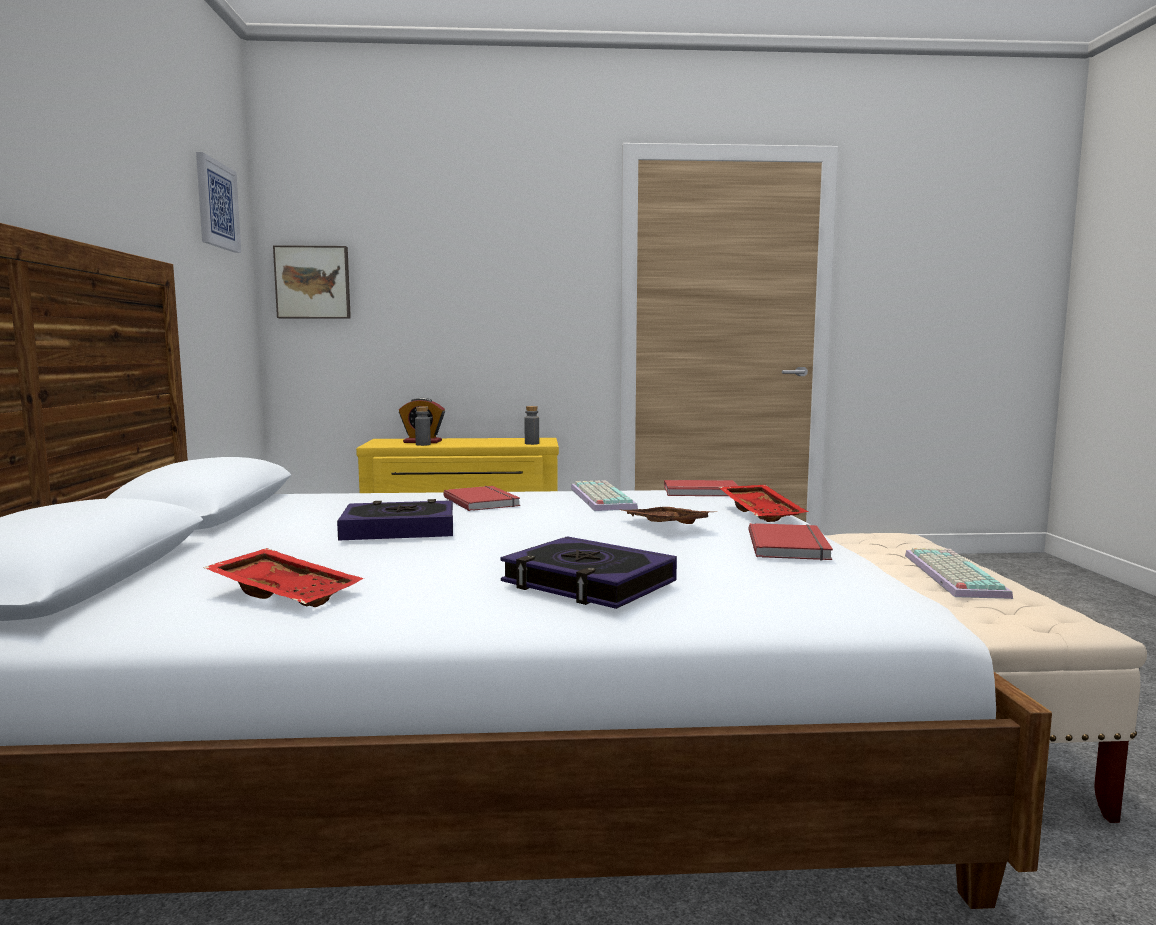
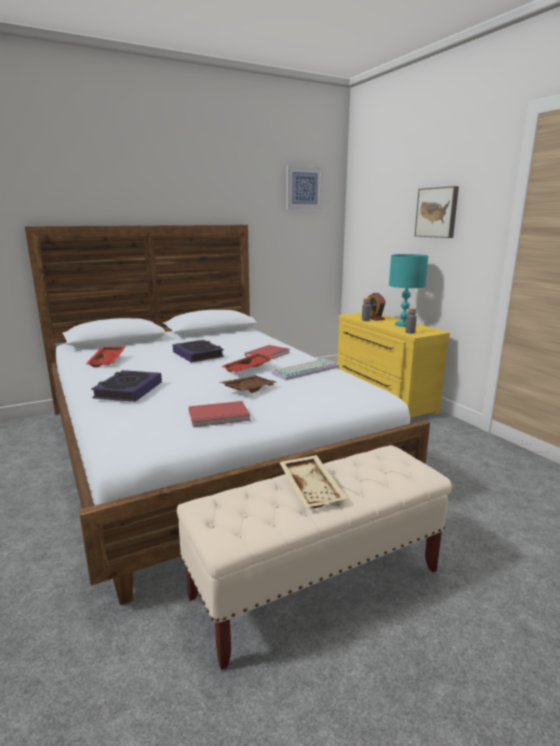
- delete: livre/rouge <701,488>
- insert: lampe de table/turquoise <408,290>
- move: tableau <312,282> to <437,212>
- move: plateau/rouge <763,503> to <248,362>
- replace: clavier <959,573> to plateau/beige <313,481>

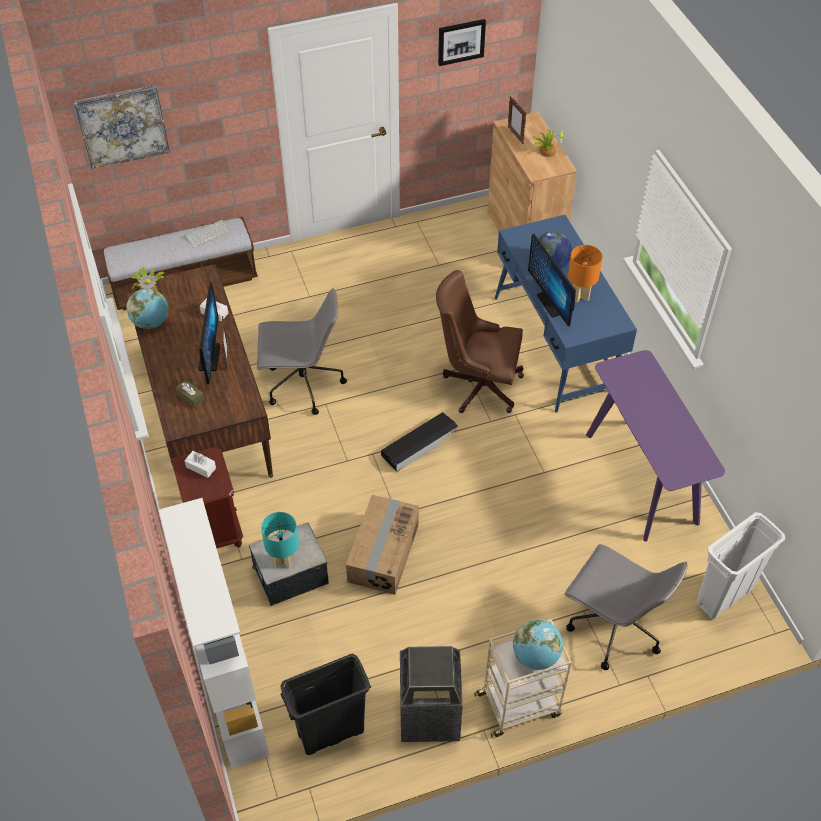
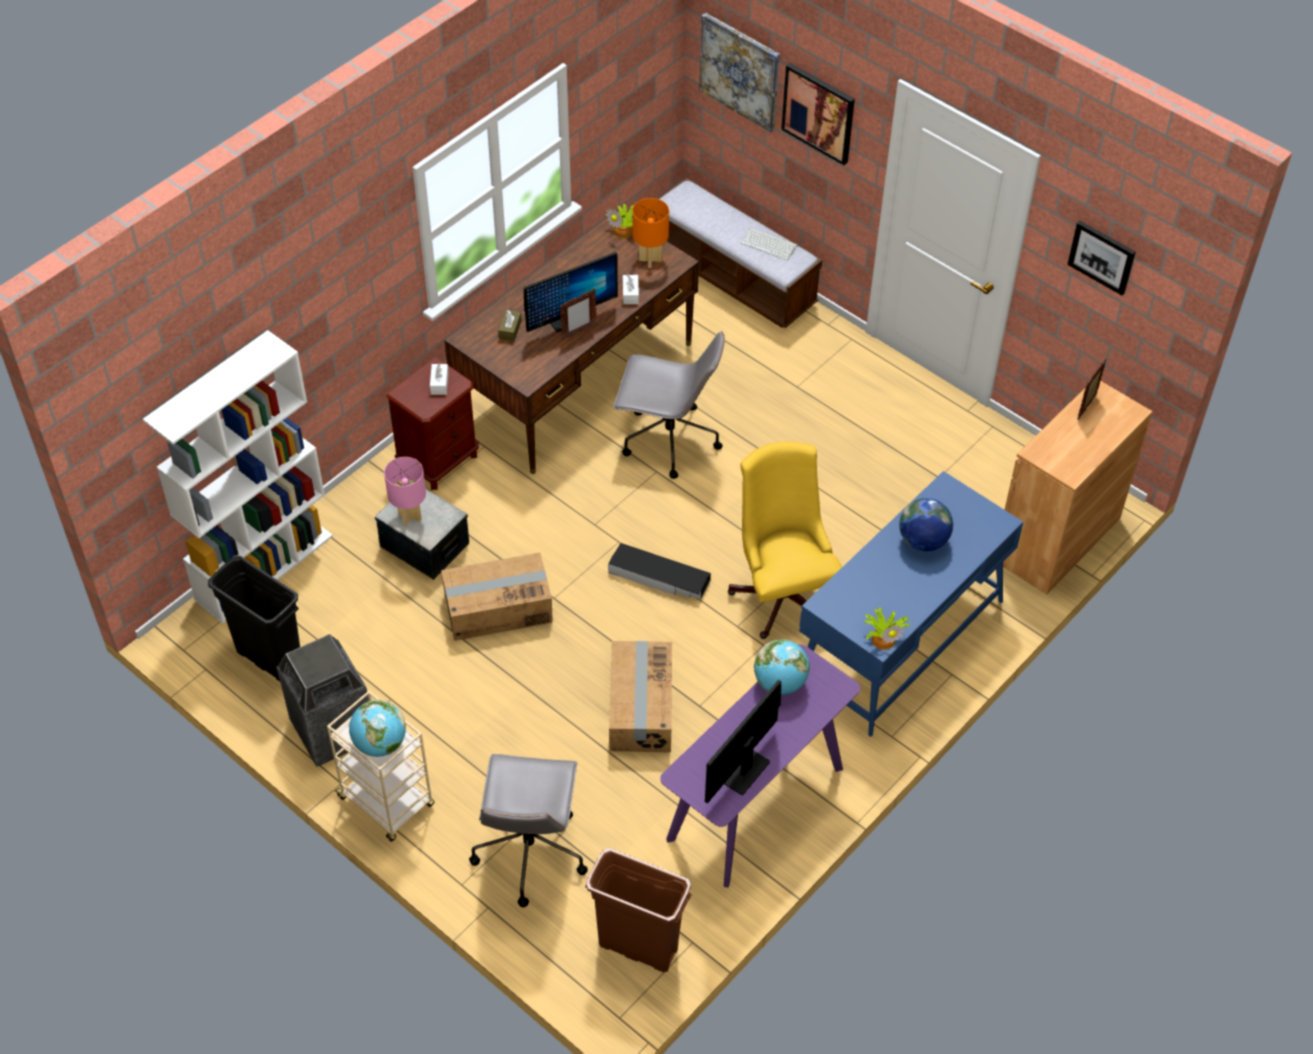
- insert: carton <640,697>
- insert: tableau <818,114>
- move: globe <147,308> to <782,667>
- move: écran d'ordinateur <552,280> to <743,742>
- move: plante en pot <548,143> to <887,628>
- move: lampe de table/orange <585,274> to <650,233>
- recolor: lampe de table/turquoise <280,540> to lampe de table/rose <405,491>
- recolor: chaise de bureau/marron <480,341> to chaise de bureau/jaune <785,540>
- recolor: poubelle/blanc <741,565> to poubelle/marron <638,910>
- rotate: chaise de bureau/gris <302,351> = <669,405> 45 degrees counterclockwise

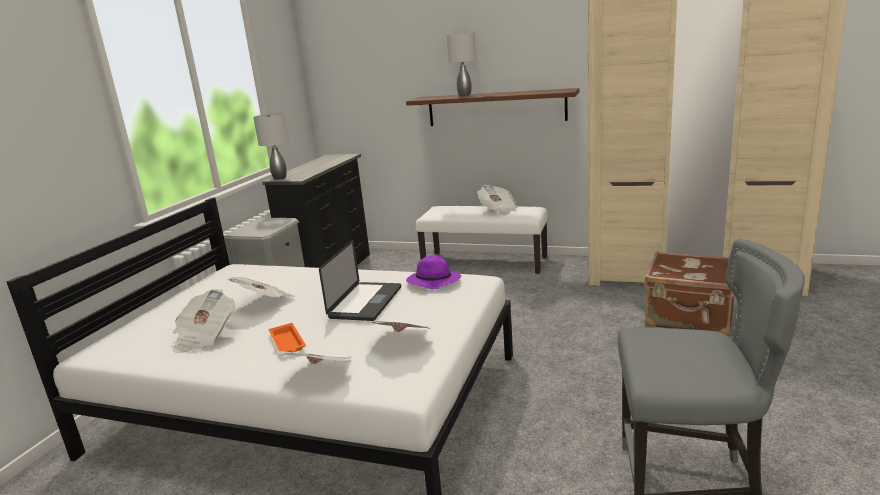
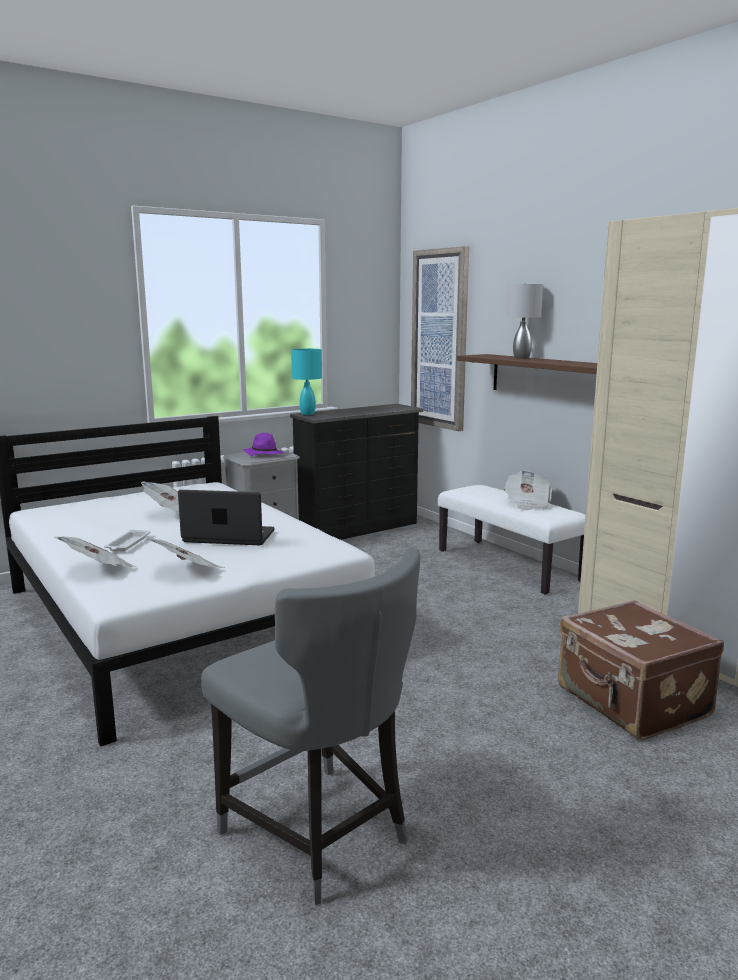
- delete: journal <204,321>
- insert: tableau <440,338>
- move: chapeau/violet <433,272> to <264,444>
- recolor: lampe de table/gris <271,146> to lampe de table/turquoise <306,381>
- recolor: plateau/orange <287,337> to plateau/blanc <127,540>
- rotate: ordinateur portable <360,280> = <226,517> 135 degrees counterclockwise

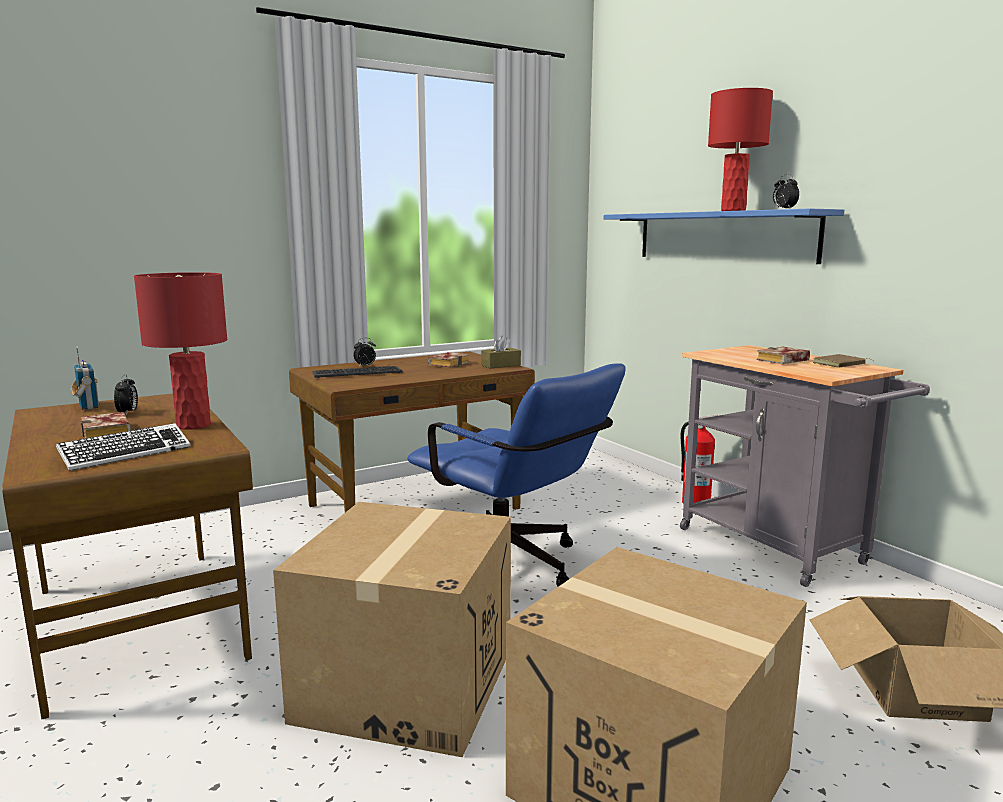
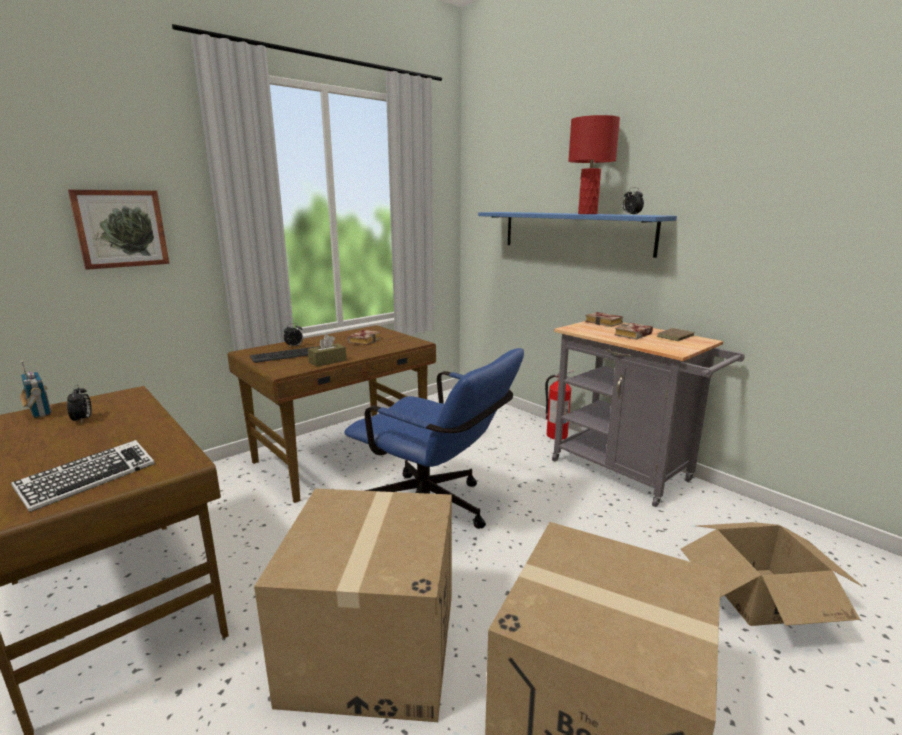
- delete: lampe de table/rouge <181,351>
- insert: tableau <118,230>
- move: livre <106,425> to <604,319>
- move: boîte à mouchoirs/marron <501,352> to <327,350>

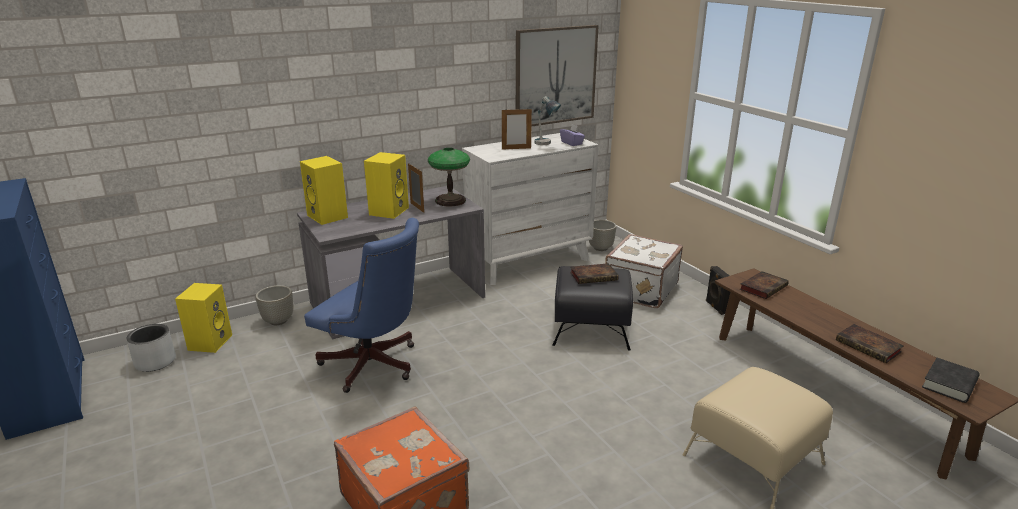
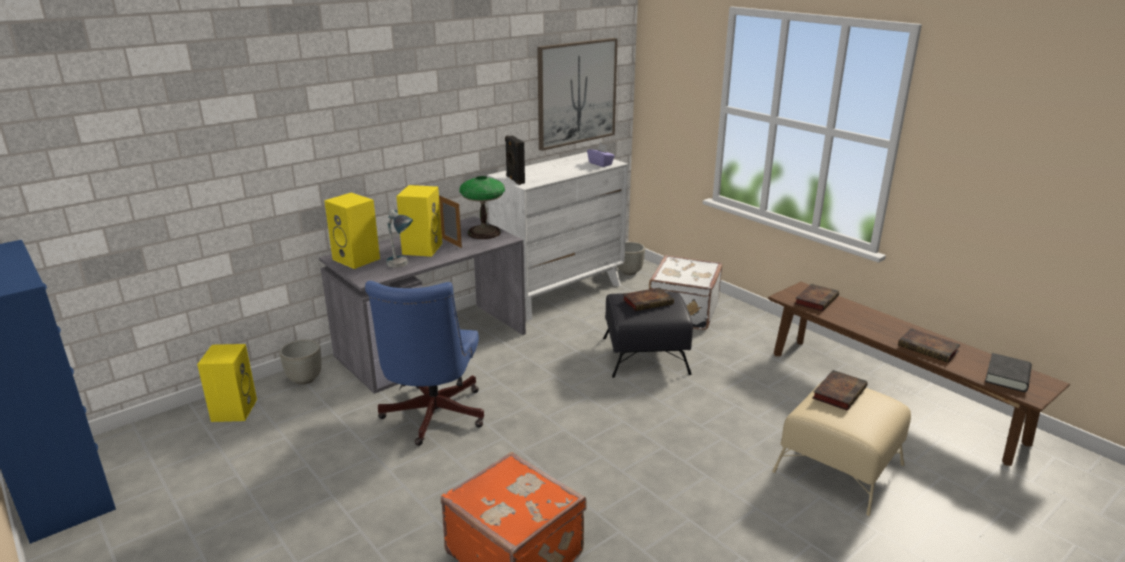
- delete: cache-pot/gris <151,348>
- delete: cadre photo <517,129>
- insert: livre <840,390>
- move: lampe de table <548,120> to <399,238>
- move: enceinte/noir <718,290> to <515,160>
- rotate: chaise de bureau/bleu <361,305> = <424,363> 75 degrees clockwise

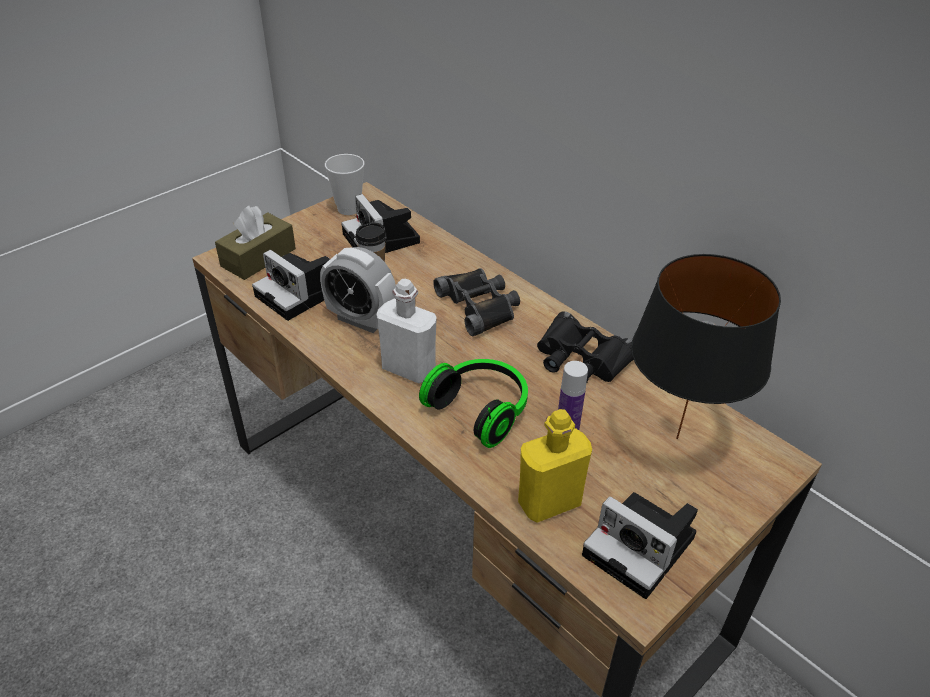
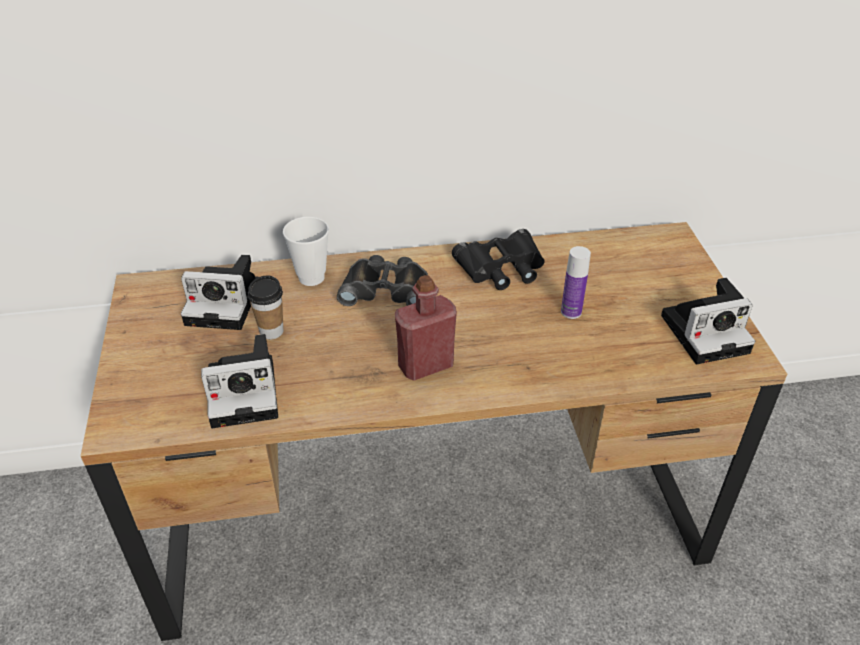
- delete: boîte à mouchoirs/marron <255,243>
- delete: réveil <358,290>
- delete: casque audio <473,403>
- delete: bouteille/jaune <555,466>
- delete: lampe de table/noir <706,346>
- move: tasse <345,184> to <306,251>
- recolor: bouteille/blanc <407,331> to bouteille/rouge <426,328>

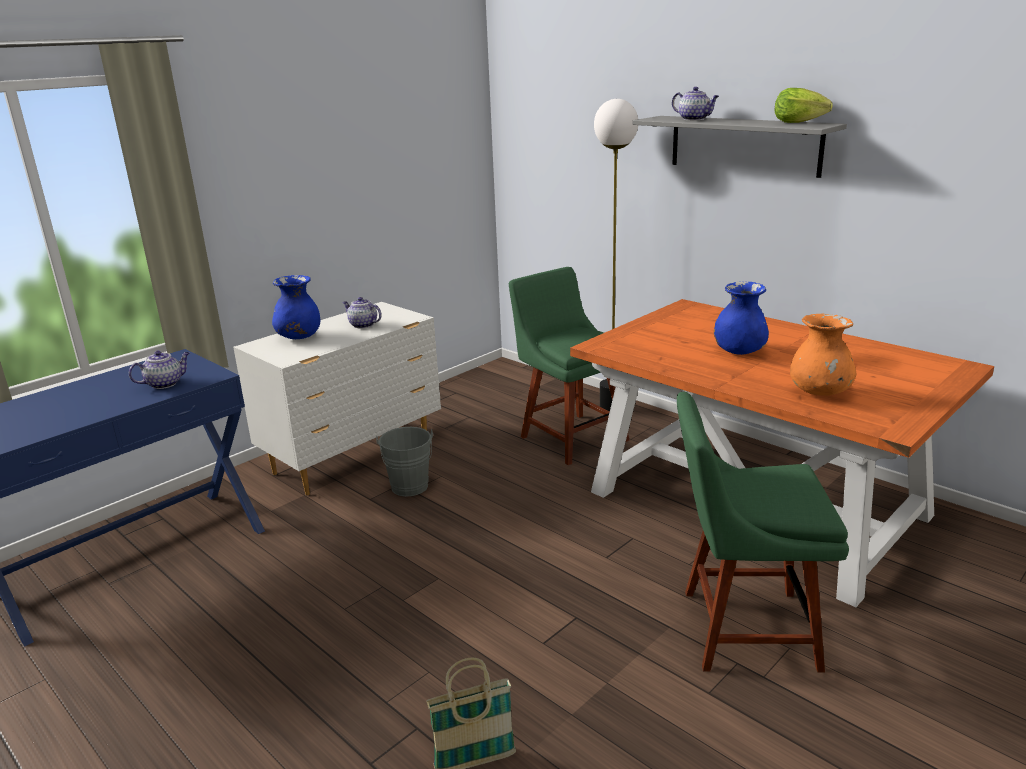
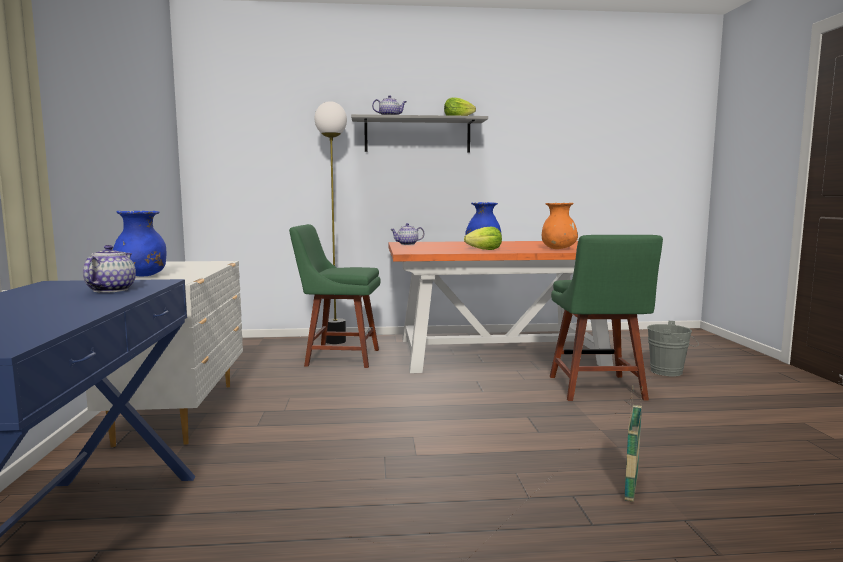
- insert: laitue <483,238>
- move: théière <362,312> to <407,234>
- move: seau/gris <404,461> to <673,348>
- rotate: chaise/vert <763,532> = <606,318> 45 degrees counterclockwise

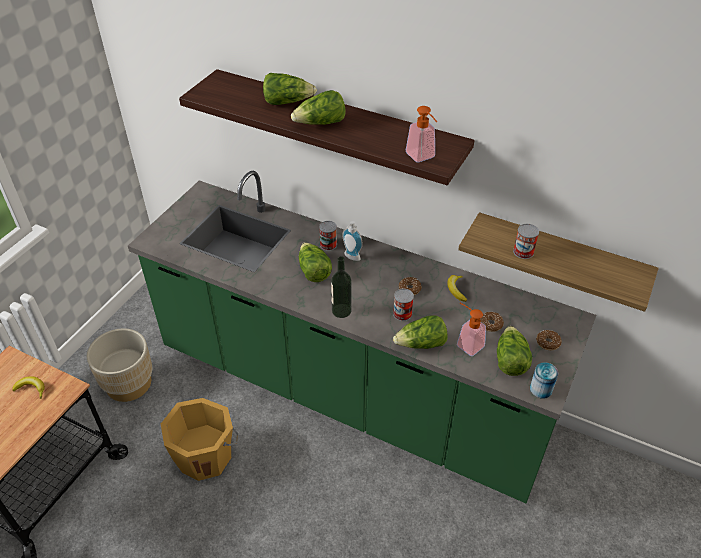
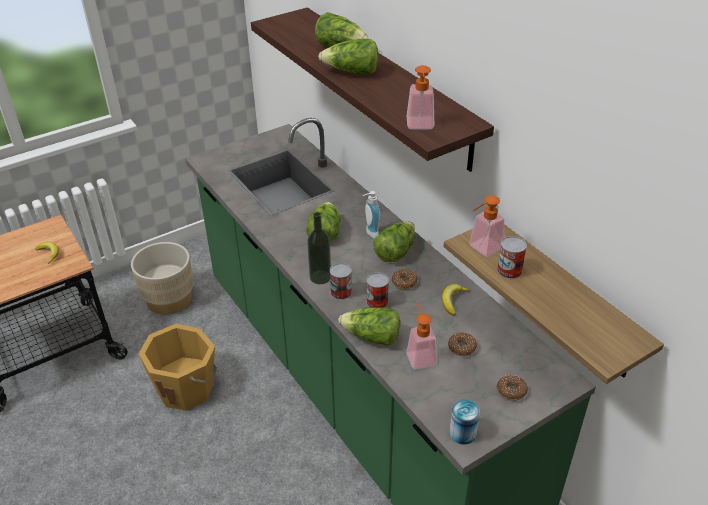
- insert: distributeur de savon <486,226>
- move: boîte métallique <328,236> to <341,281>
- move: laitue <514,351> to <394,242>

